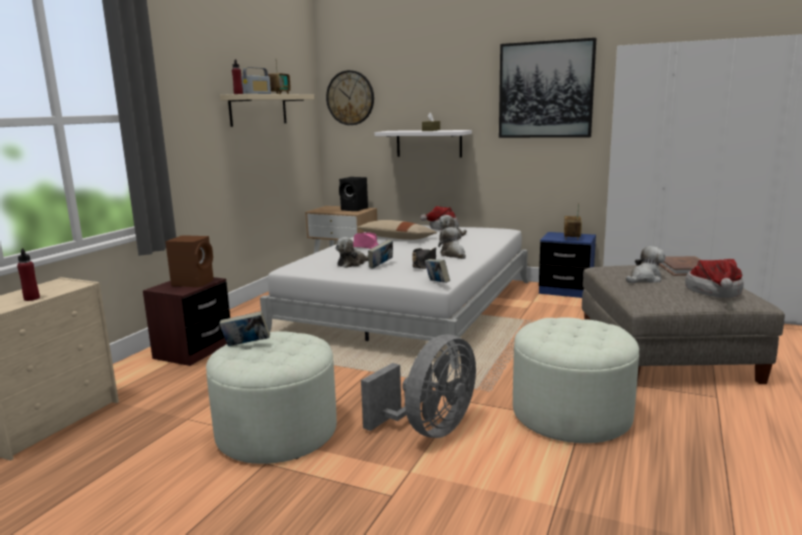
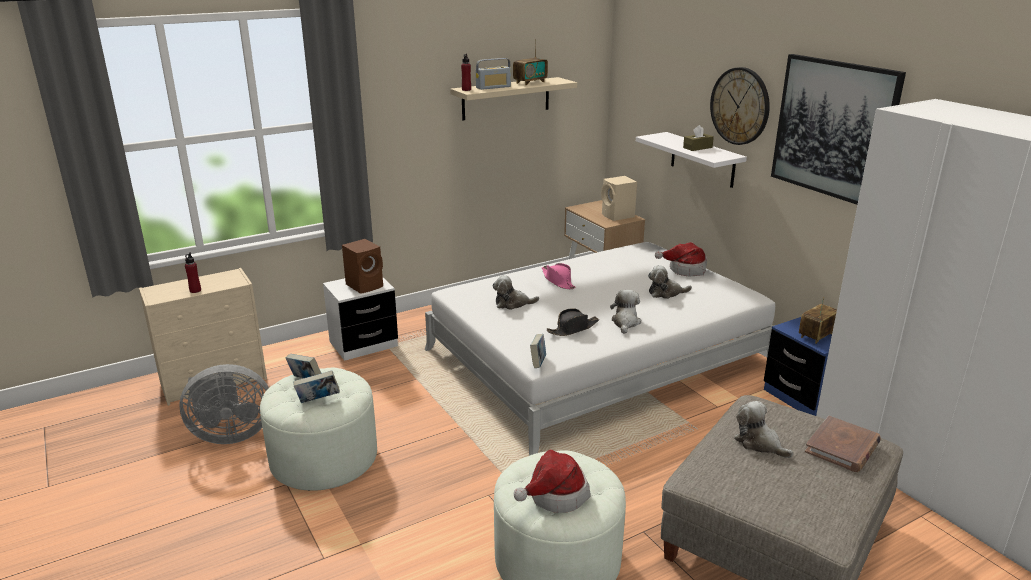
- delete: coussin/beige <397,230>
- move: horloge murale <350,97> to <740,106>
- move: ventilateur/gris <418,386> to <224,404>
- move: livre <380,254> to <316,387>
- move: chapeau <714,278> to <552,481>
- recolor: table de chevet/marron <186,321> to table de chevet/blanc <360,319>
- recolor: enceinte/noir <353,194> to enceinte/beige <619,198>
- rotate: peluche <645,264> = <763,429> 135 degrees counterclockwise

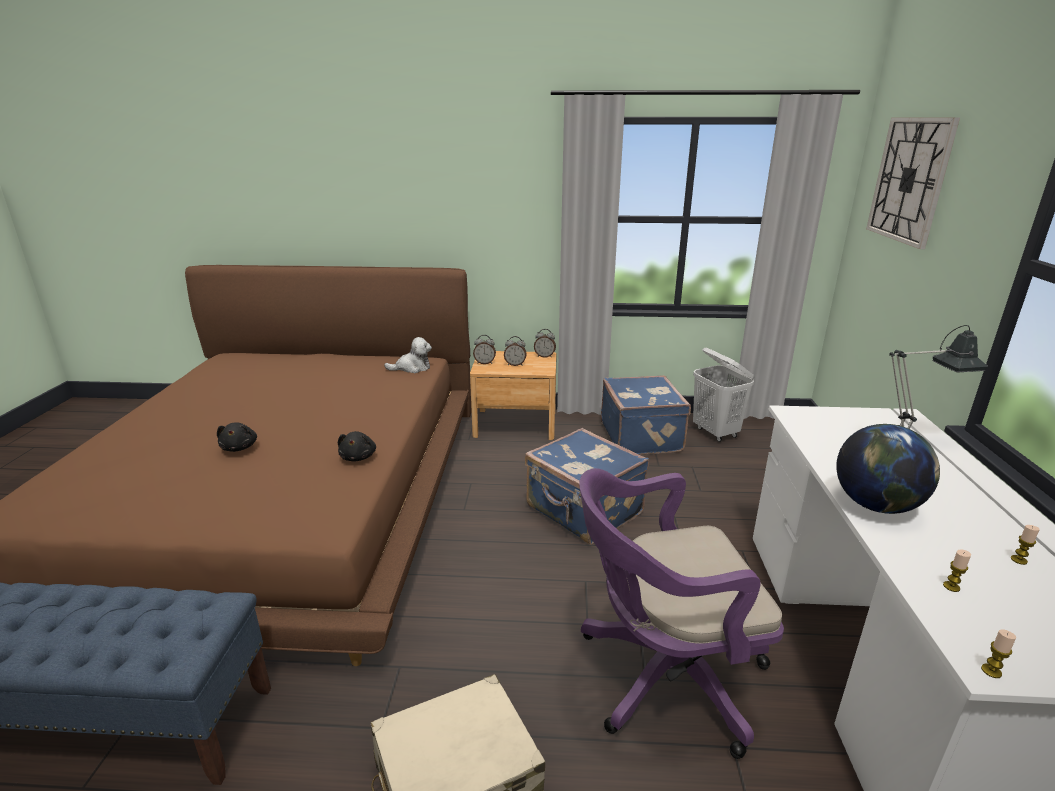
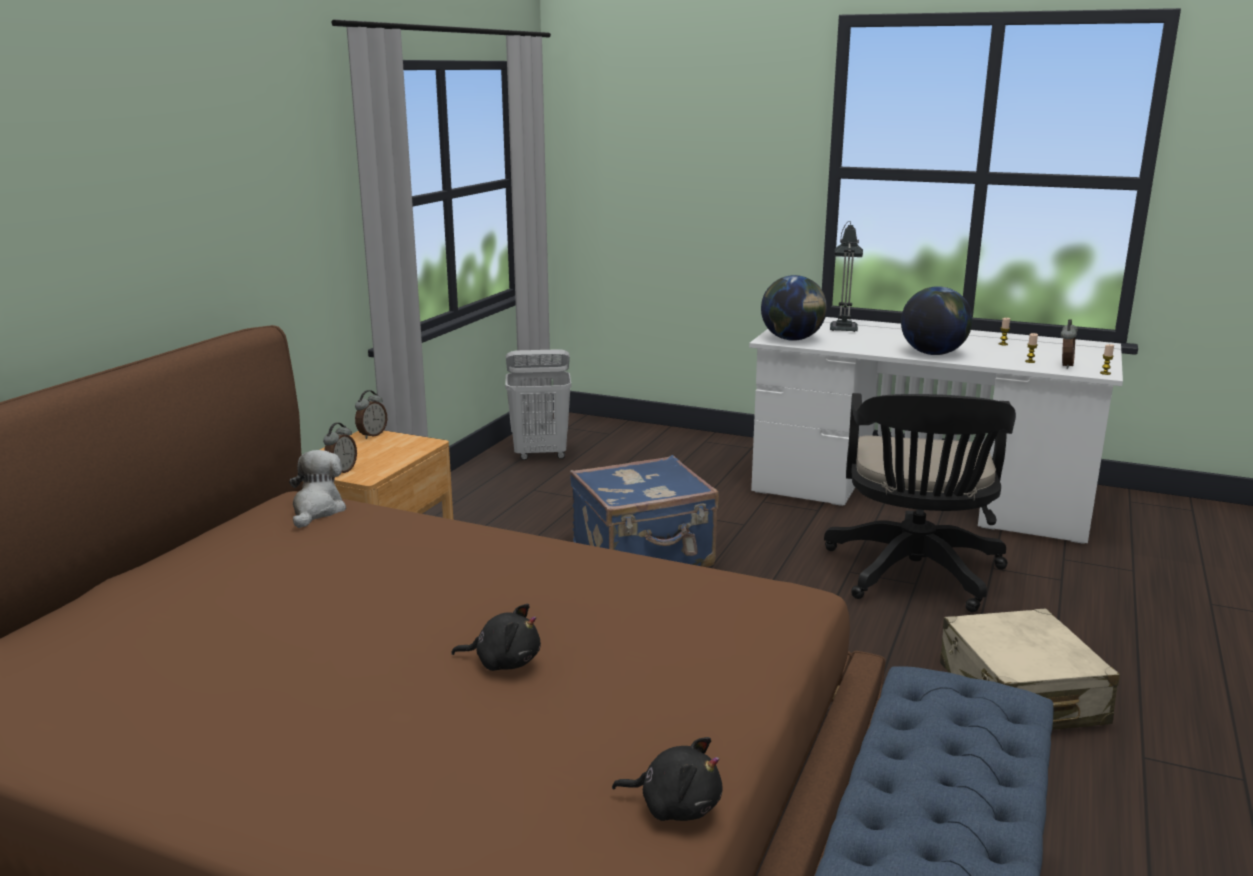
- delete: valise/bleu <646,415>
- delete: horloge murale <913,183>
- insert: globe <794,308>
- move: peluche/noir <357,446> to <667,779>
- move: réveil <515,351> to <1069,344>
- recolor: chaise de bureau/violet <681,613> to chaise de bureau/noir <920,502>

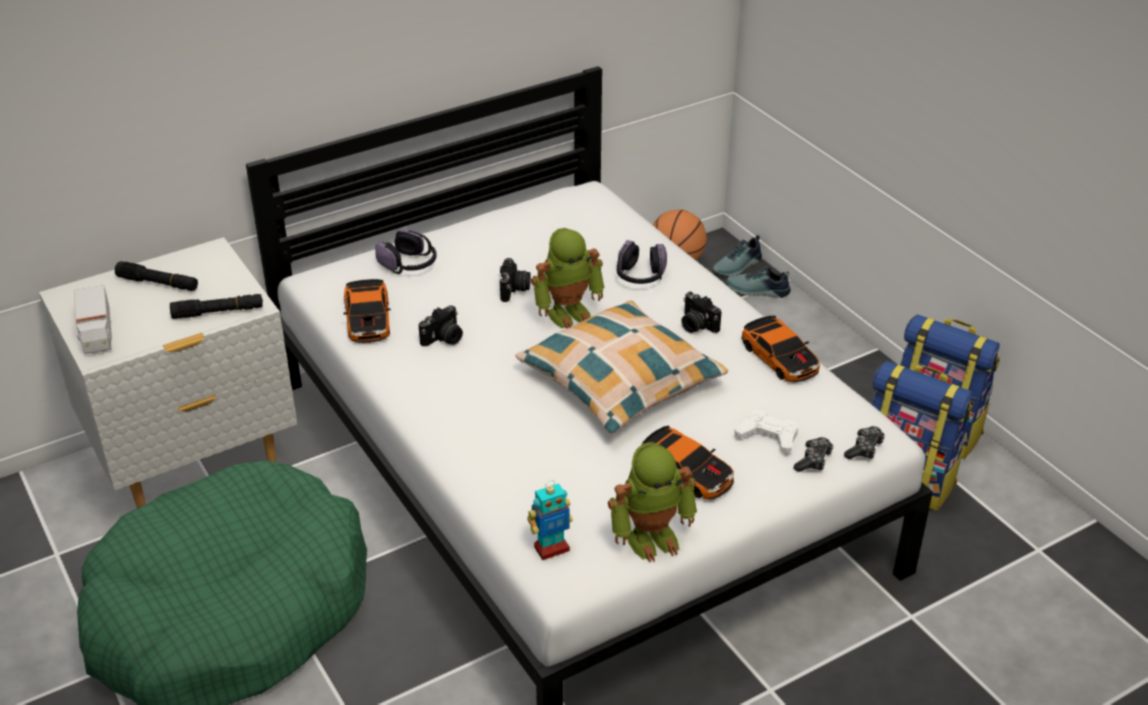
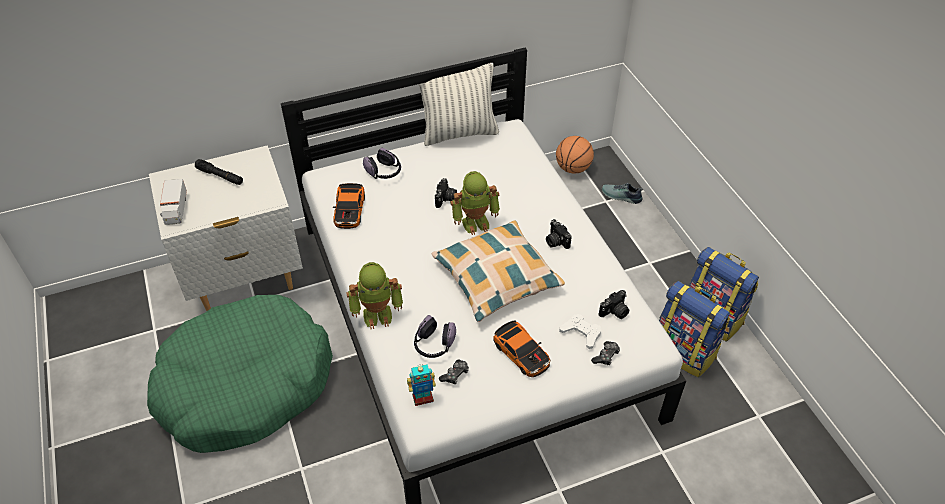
- delete: lampe de poche/noir <216,306>
- delete: chaussure <737,255>
- delete: petite voiture <781,349>
- insert: coussin <459,104>
- move: appareil photo <441,326> to <614,304>
- move: robot jouet <652,502> to <375,295>
- move: casque audio <642,262> to <435,336>
- move: manette <864,442> to <454,372>

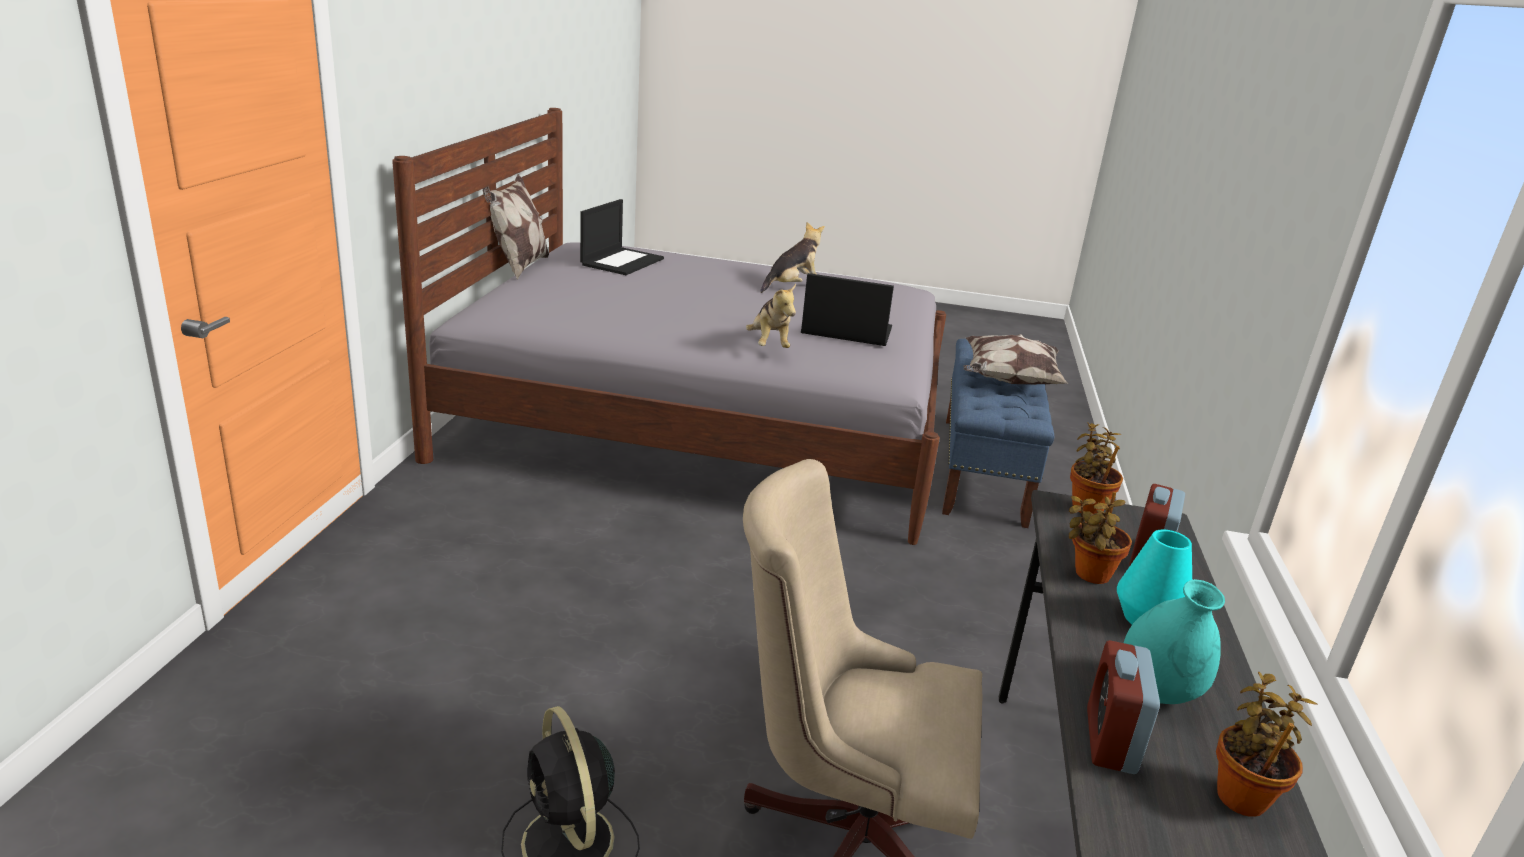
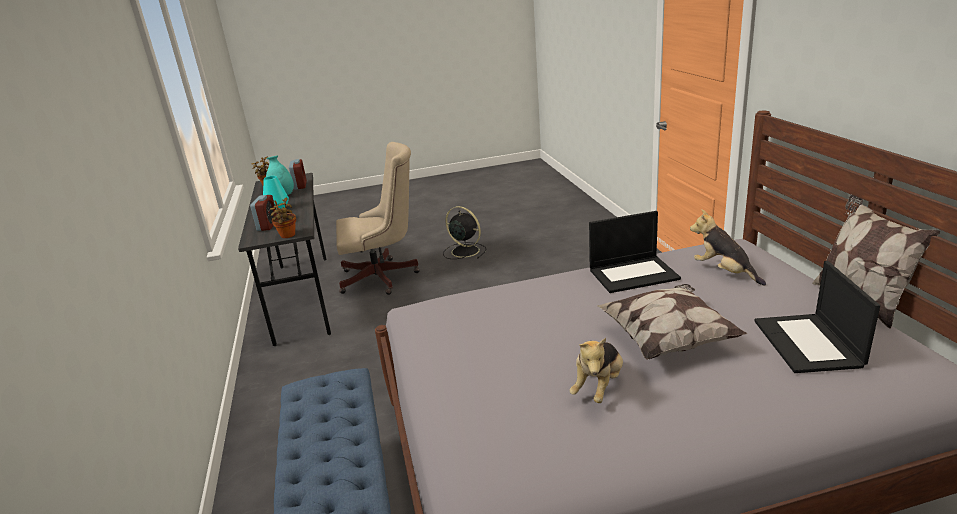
- delete: plante en pot <1100,538>
- move: peluche <771,316> to <728,248>
- move: ordinateur portable <847,309> to <635,252>
- move: coussin <1015,359> to <671,322>

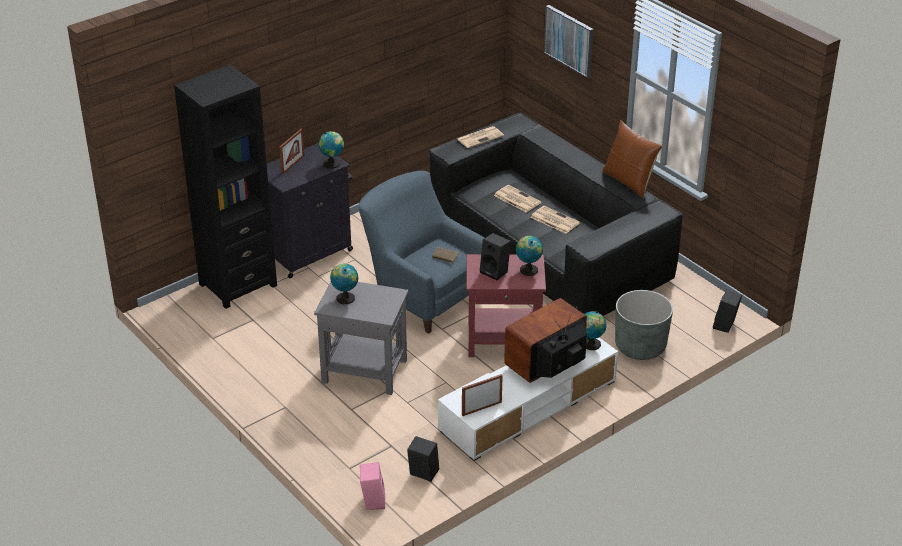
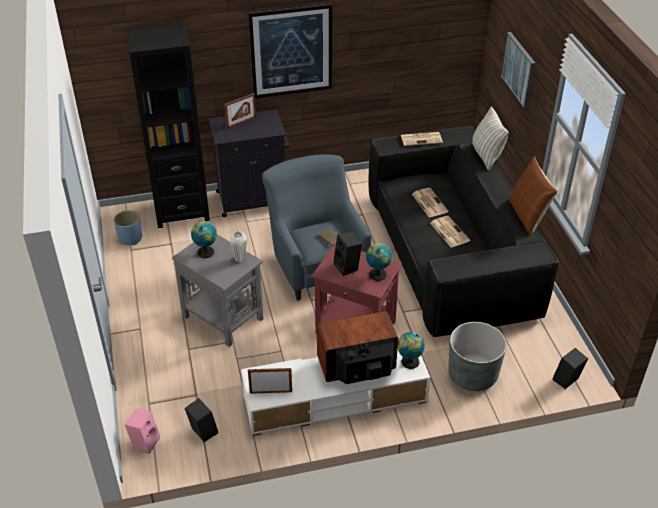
- delete: globe <331,150>
- insert: cache-pot/bleu <128,227>
- insert: vase/blanc <238,247>
- insert: tableau <290,51>
- insert: coussin <490,138>

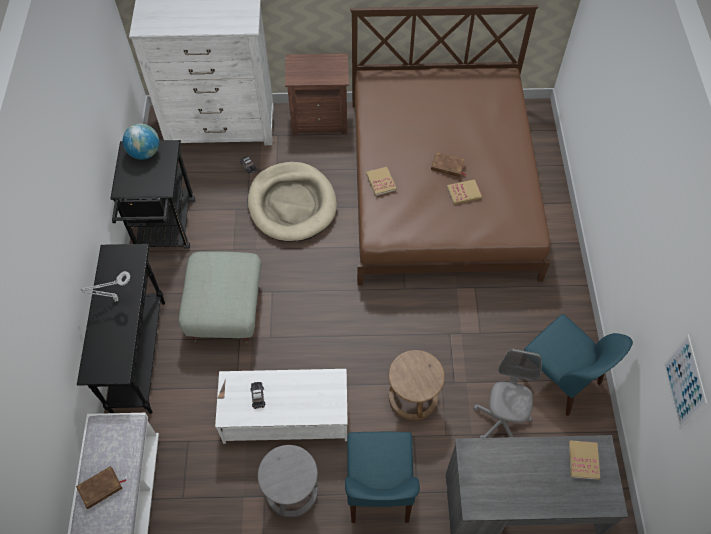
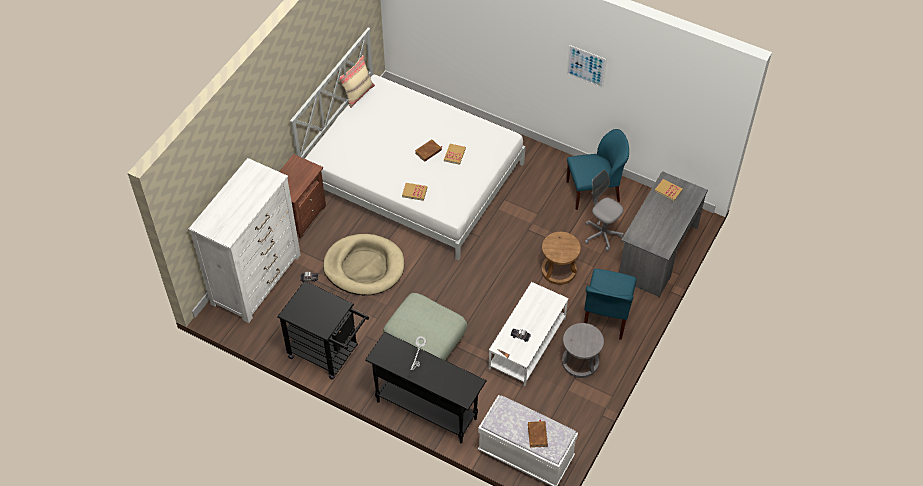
- delete: globe <141,141>
- insert: coussin/beige <357,81>
- move: tableau <685,381> to <586,66>
- recolor: lit/marron <450,145> to lit/blanc <407,144>
- rotate: chaise/bleu <382,477> = <610,304> 75 degrees clockwise

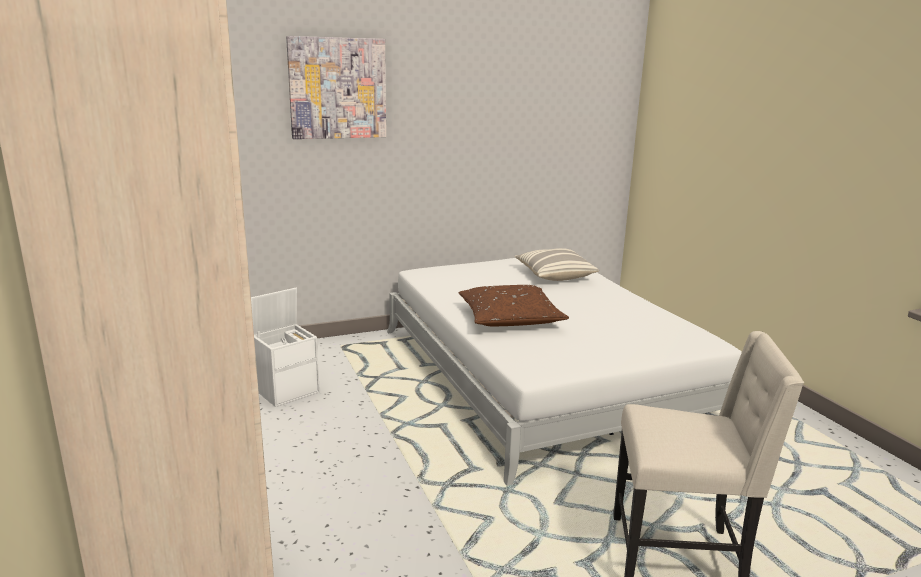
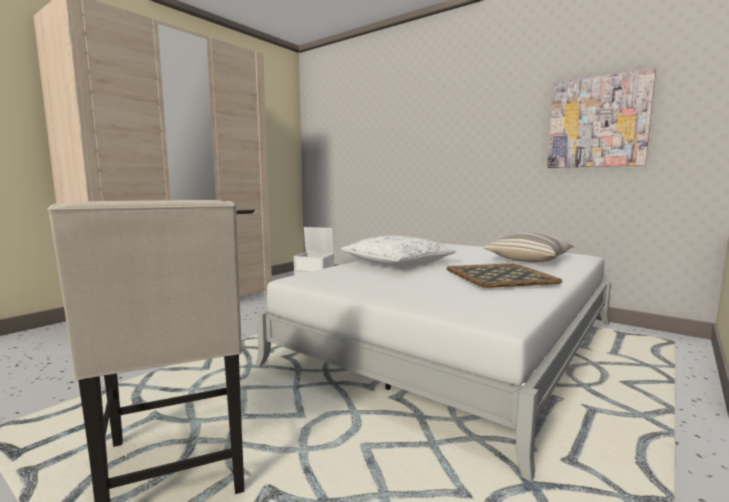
- insert: plateau <504,275>
- move: tableau <336,87> to <601,118>
- recolor: coussin/marron <514,305> to coussin/blanc <398,251>

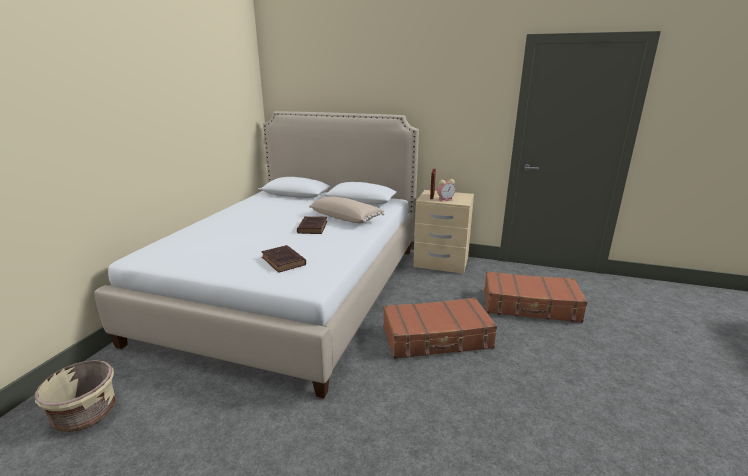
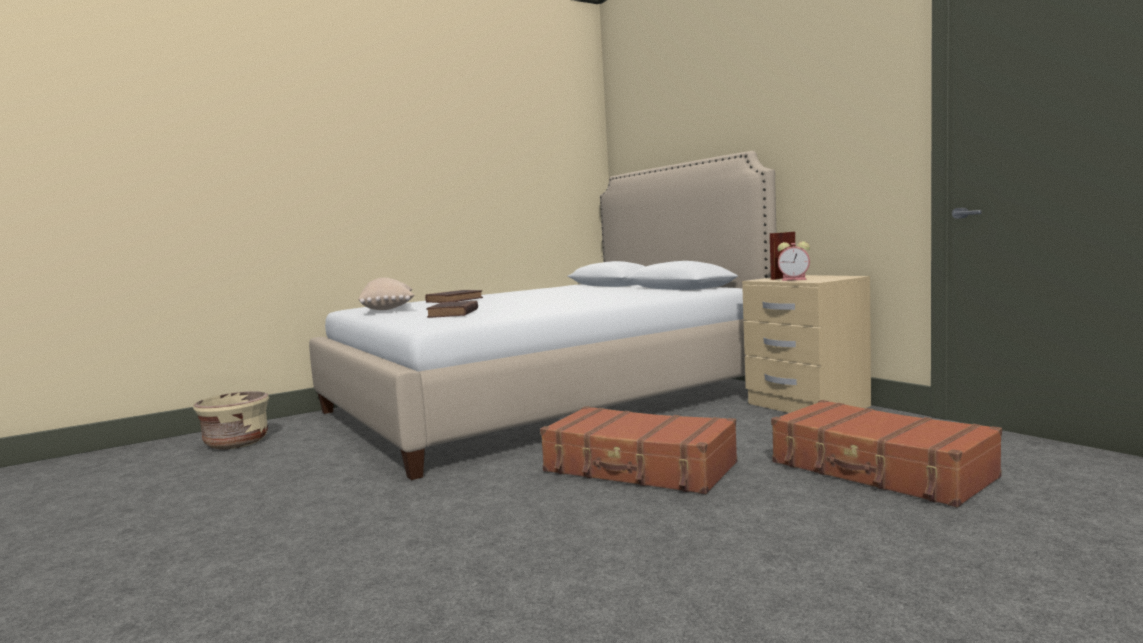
- move: livre/marron <312,225> to <454,296>
- move: coussin/beige <346,210> to <386,294>

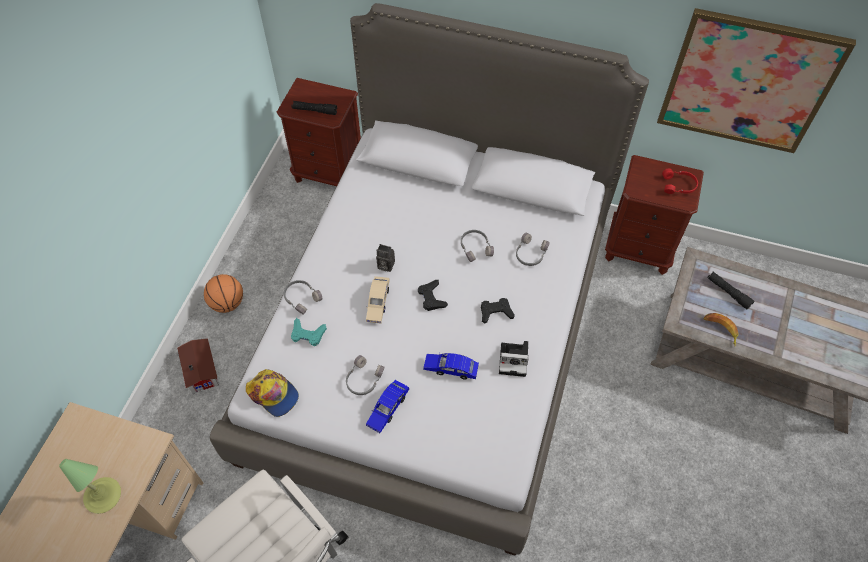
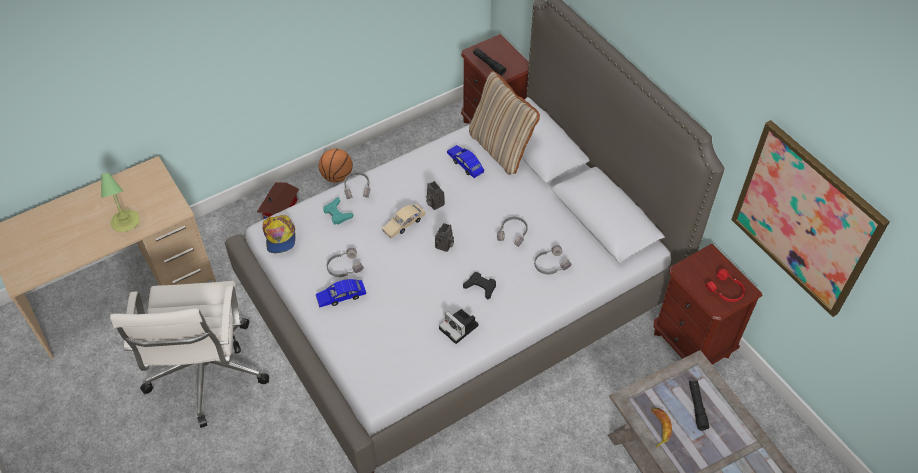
- insert: coussin/beige <504,123>
- move: petite voiture/bleu <451,366> to <465,161>
- replace: manette/noir <433,295> to appareil photo <444,237>

